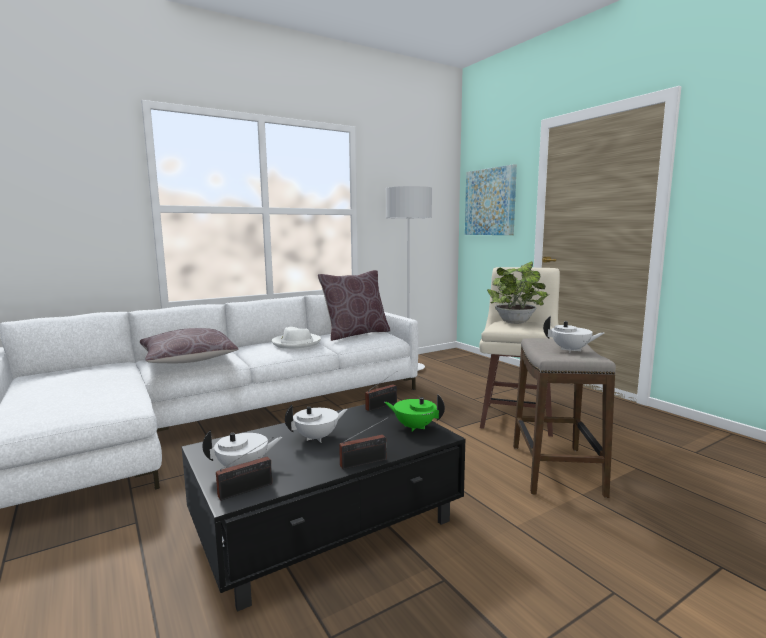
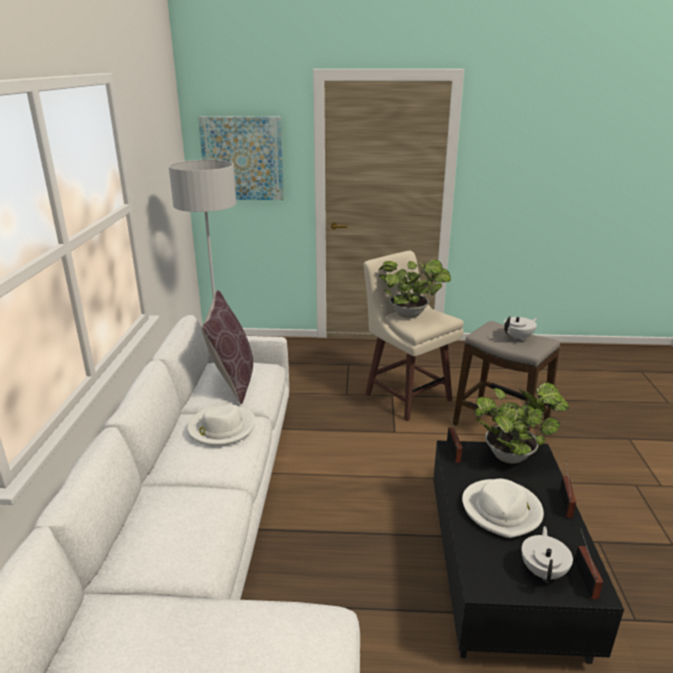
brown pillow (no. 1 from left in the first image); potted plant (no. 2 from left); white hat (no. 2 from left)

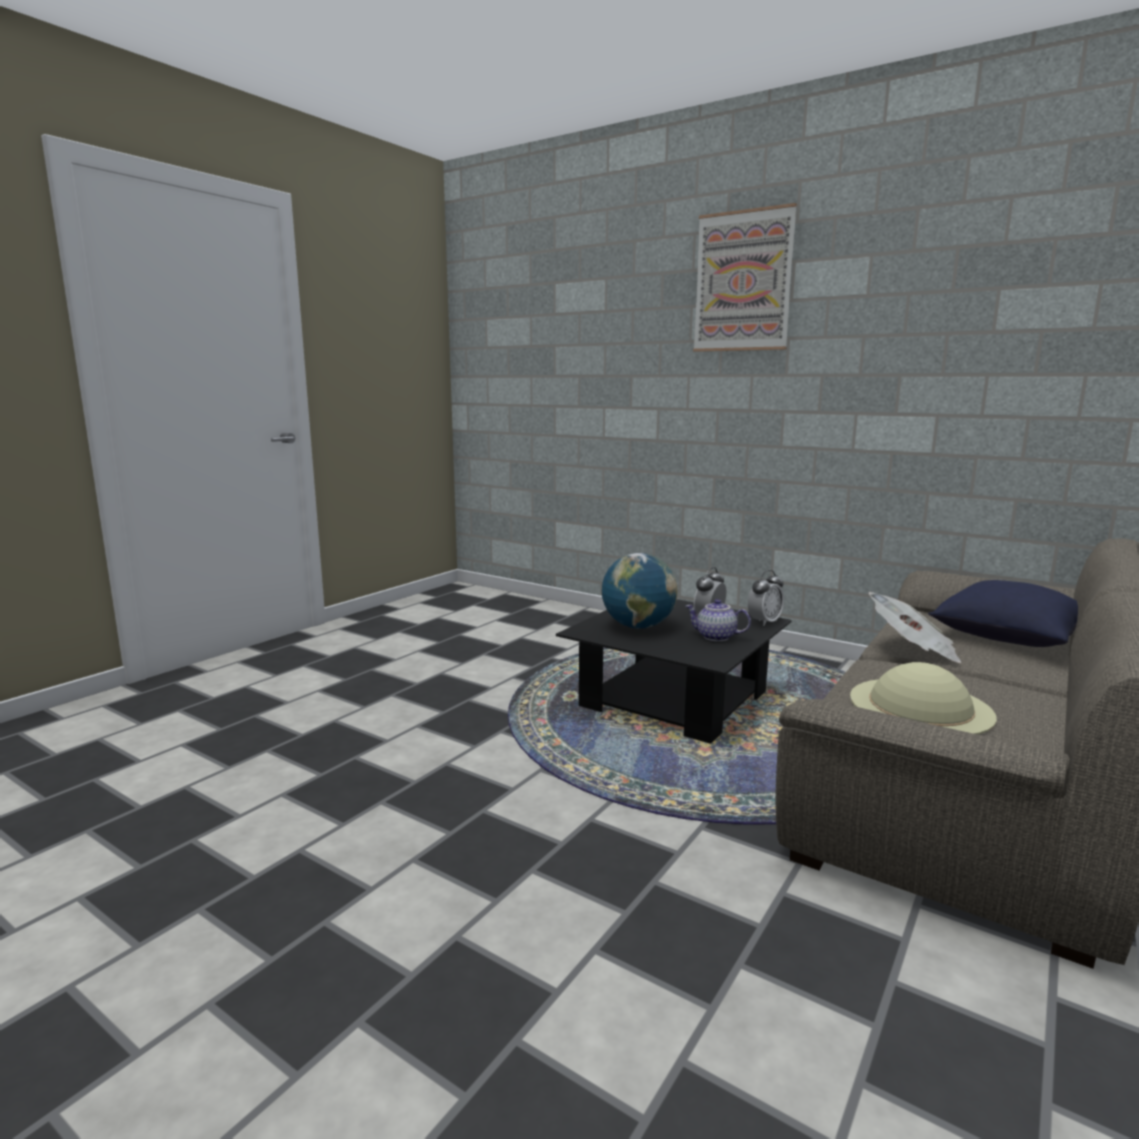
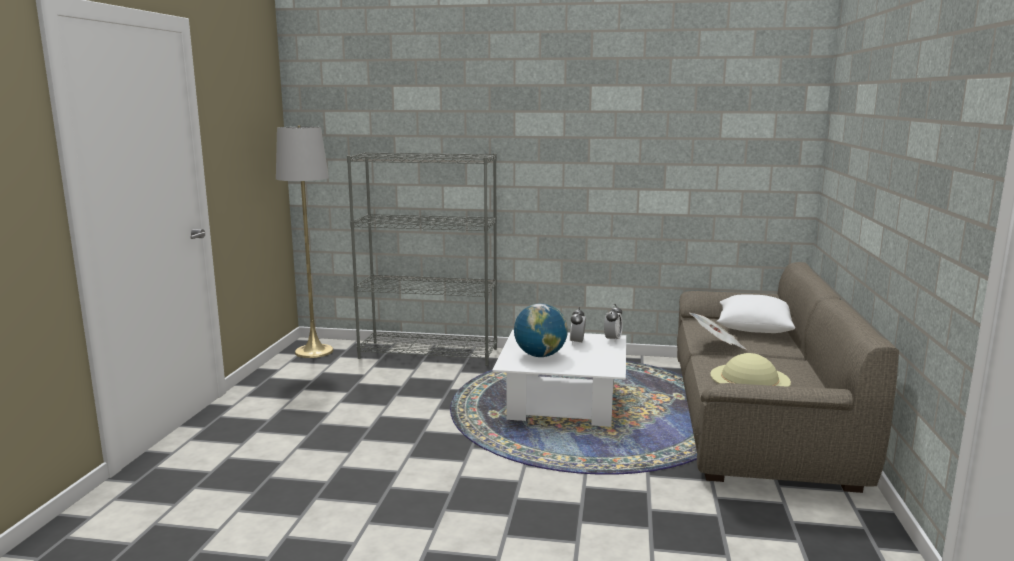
picture; white pillow; white coffee table; teapot; grey floor lamp; grey bookcase

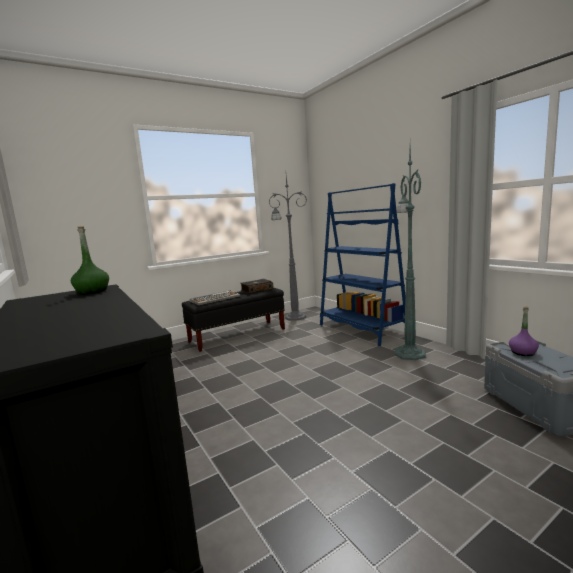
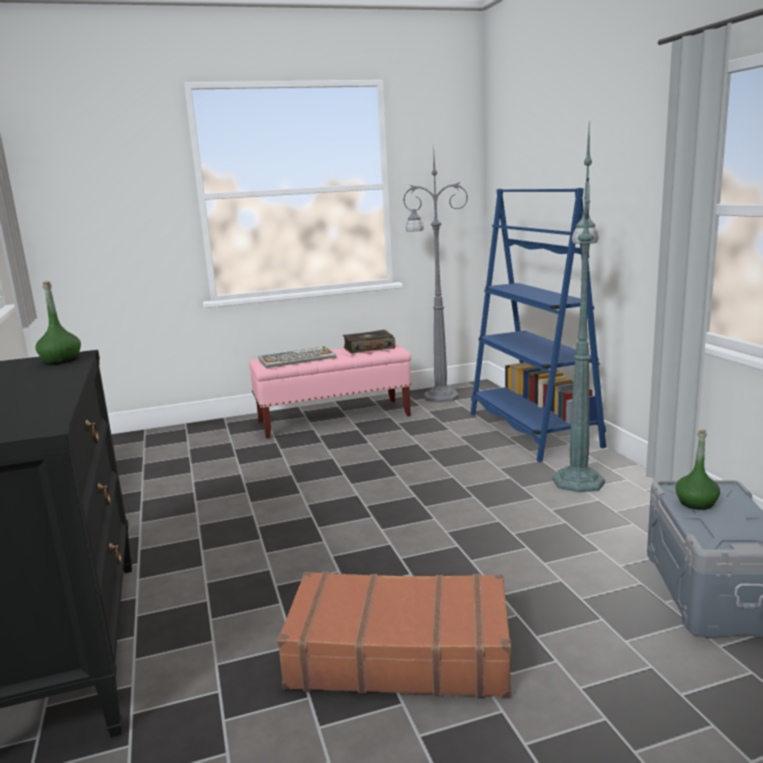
pink bench; green bottle (no. 2 from left); brown suitcase

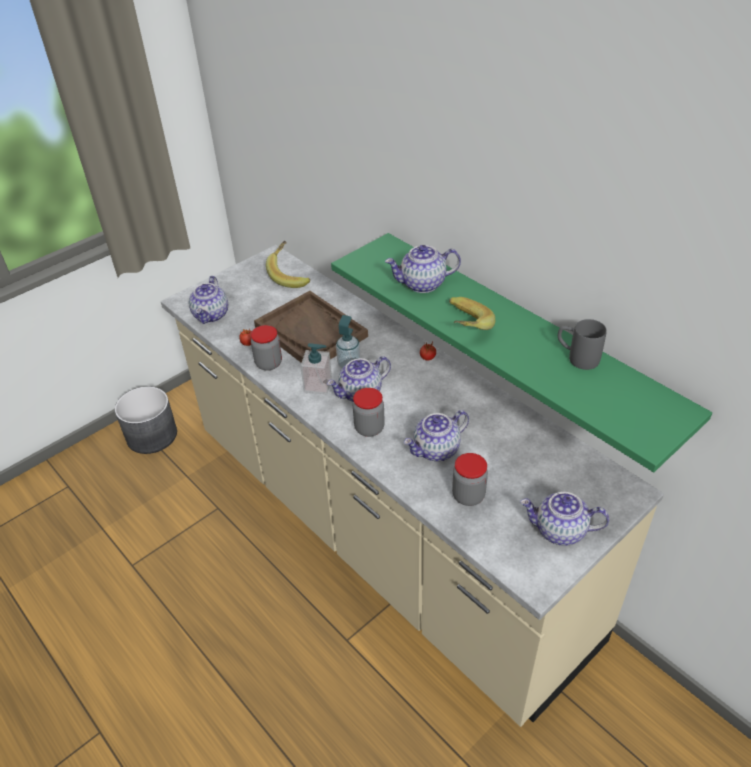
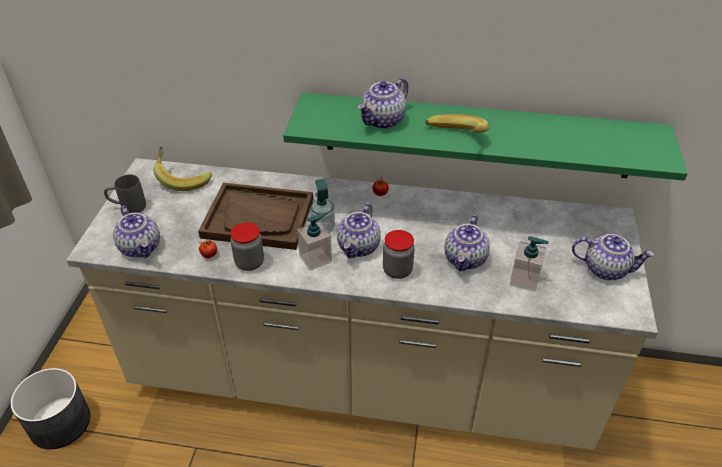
grey mug; soap dispenser (no. 3 from left); teapot (no. 5 from left)

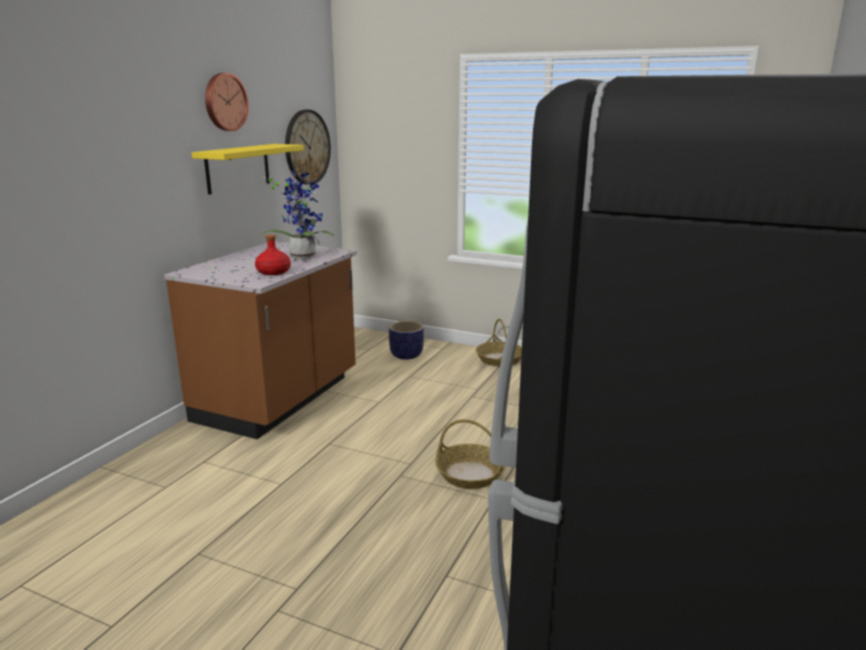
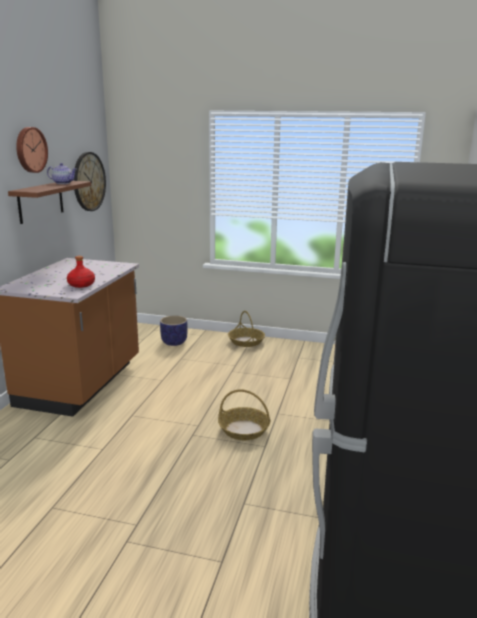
brown shelf; potted plant; teapot

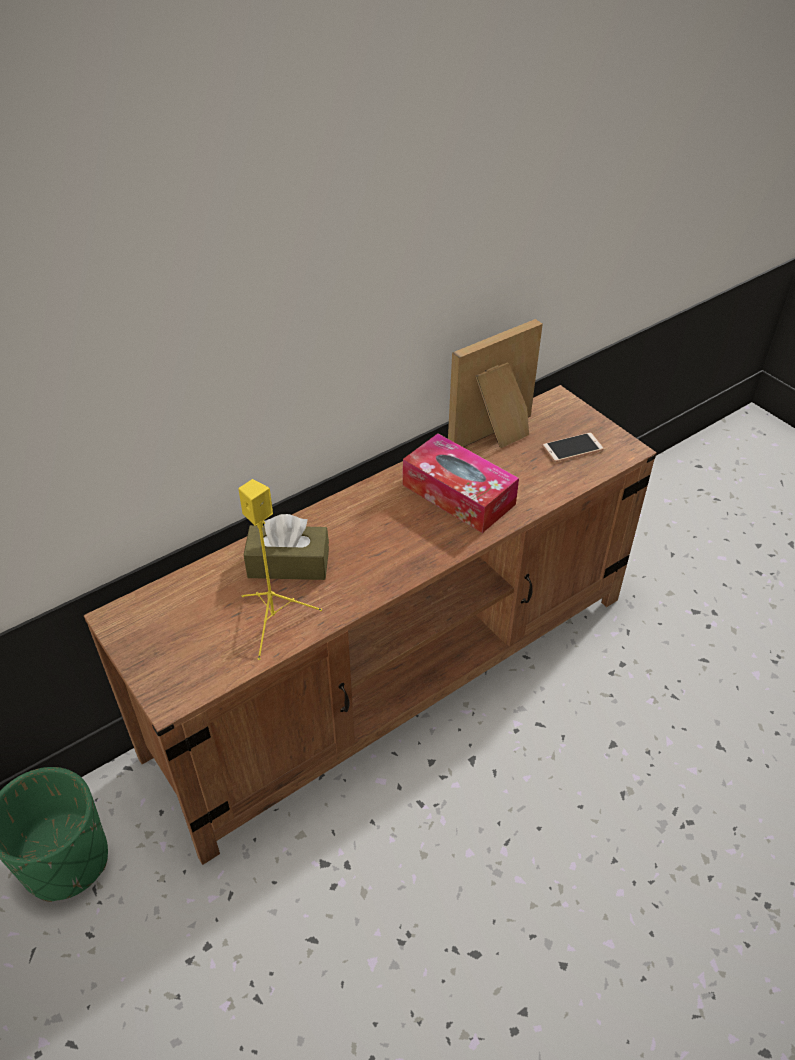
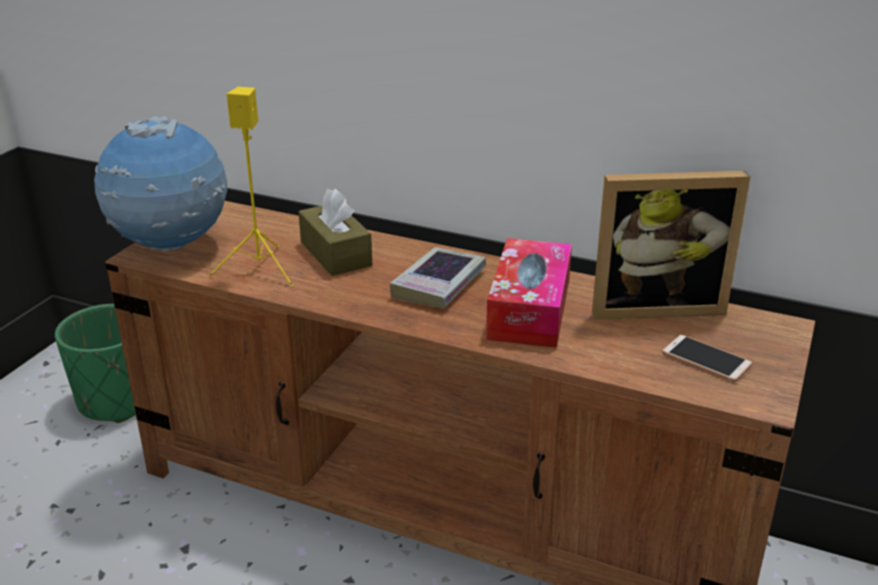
picture frame; globe; book

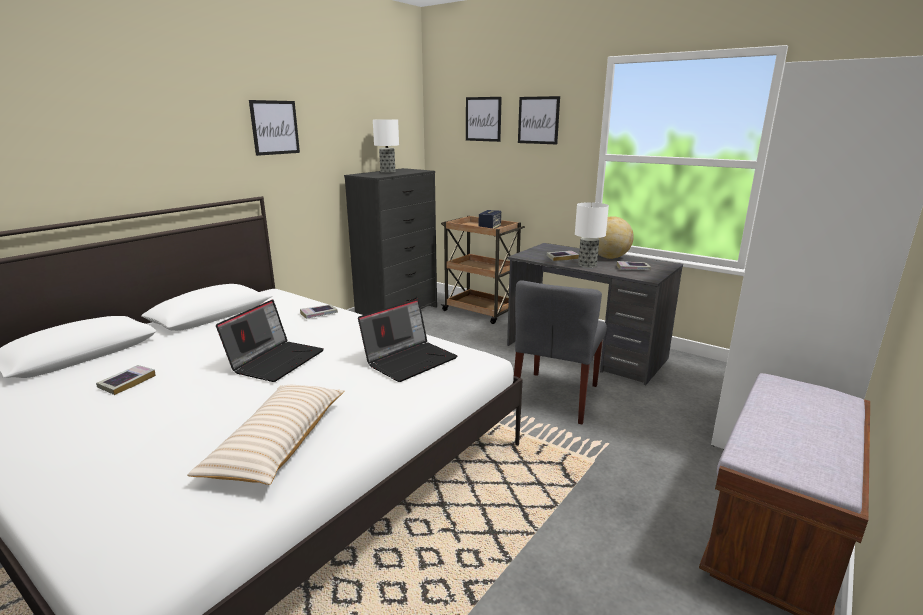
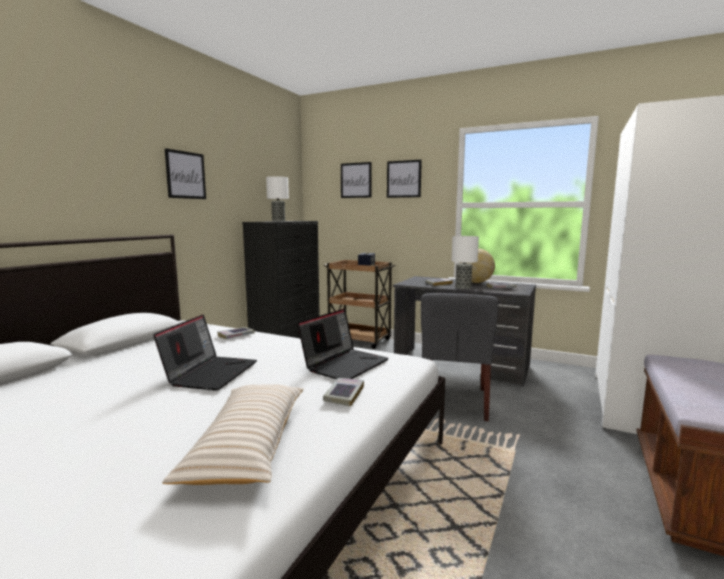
book (no. 2 from left)

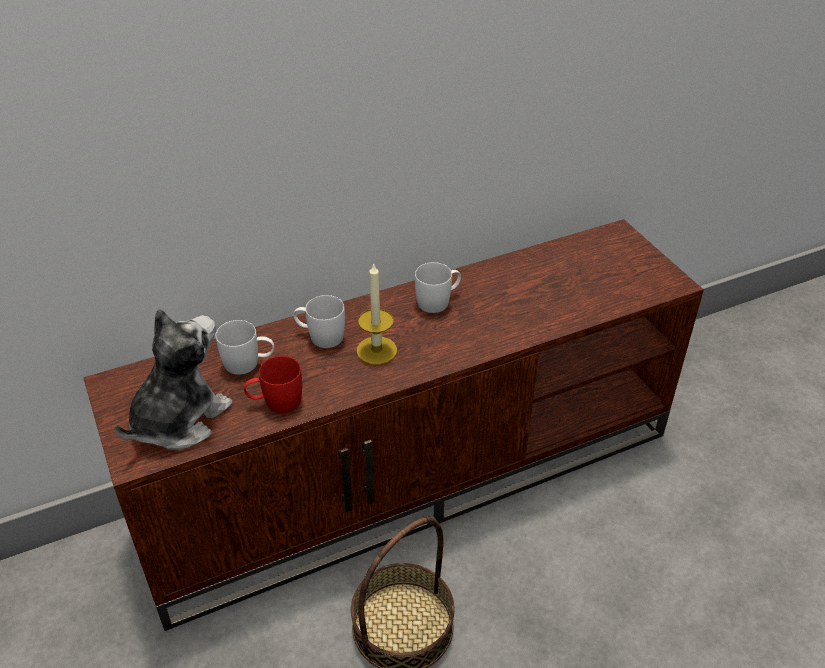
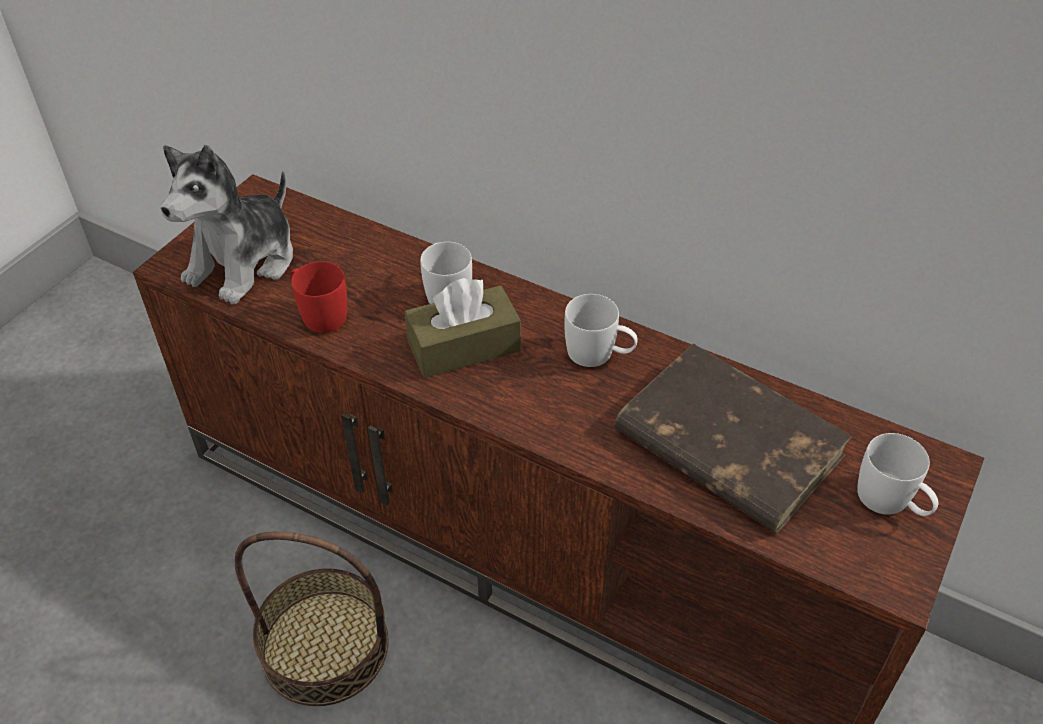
brown tissue box; plush toy; white mug (no. 3 from left); brown book

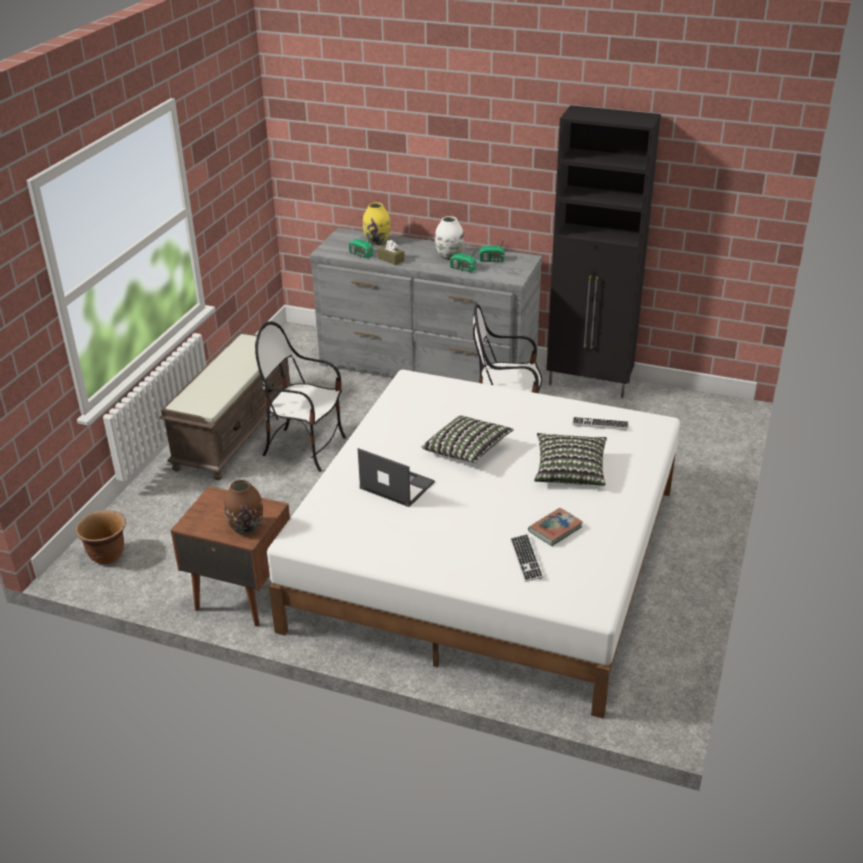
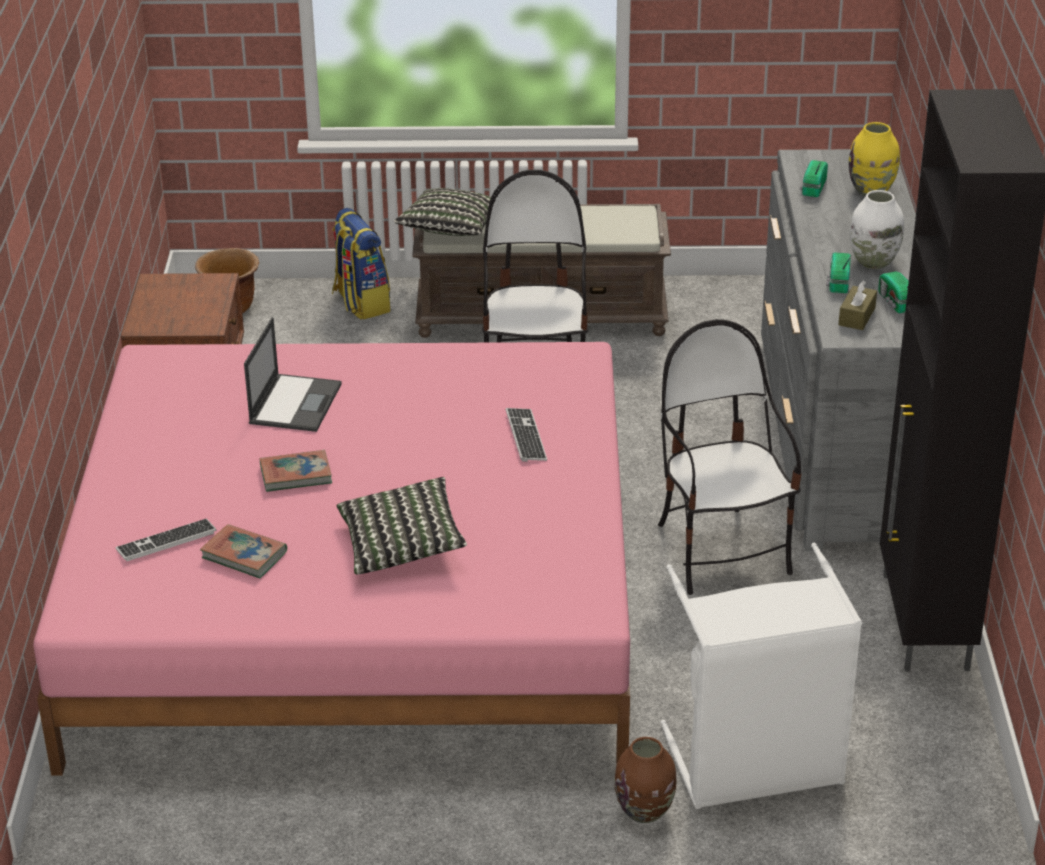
brown tissue box; pink bed; pillow (no. 2 from left); keyboard (no. 2 from left); brown vase; backpack; book (no. 2 from left); white laundry basket

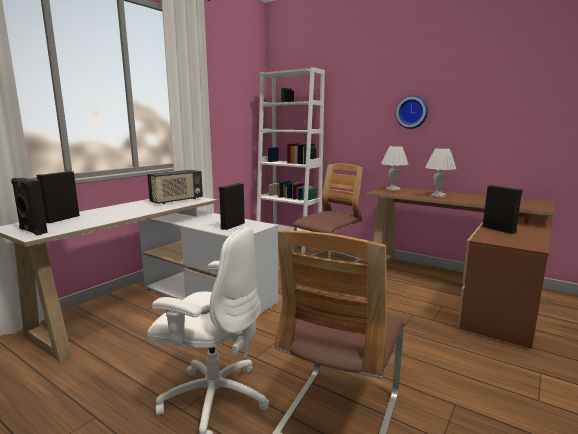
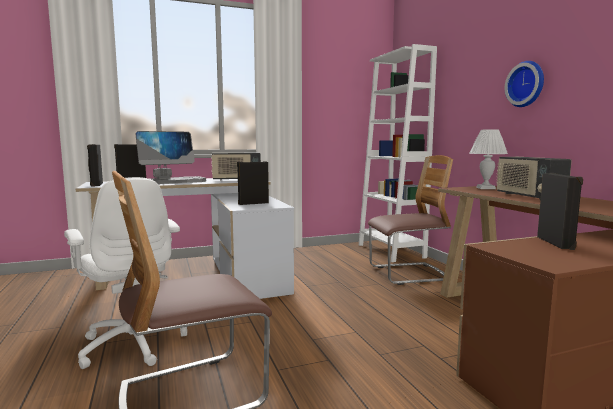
radio (no. 2 from left); monitor

